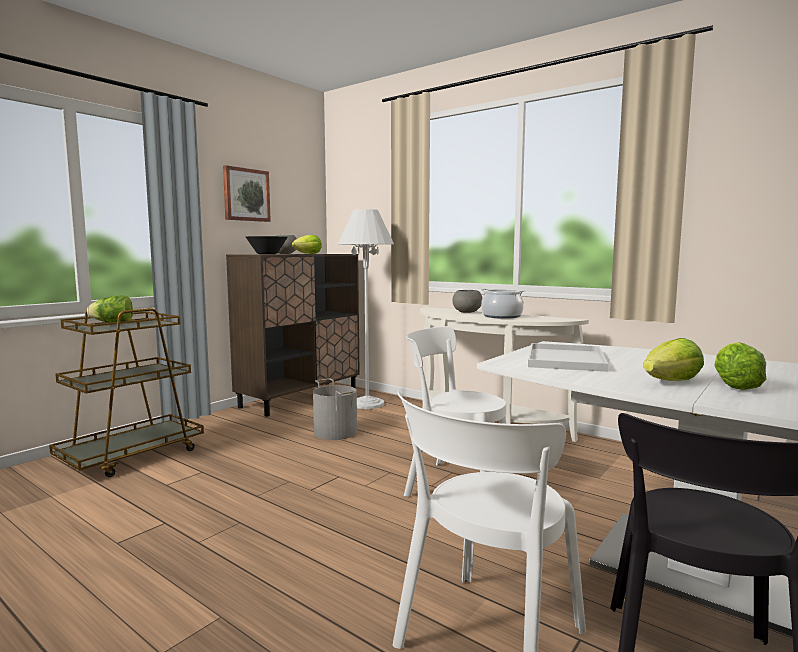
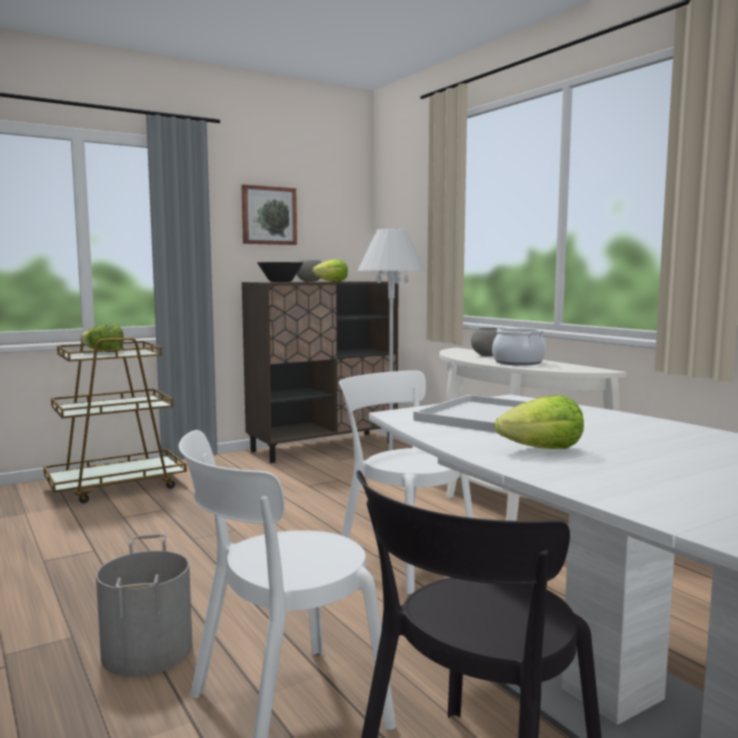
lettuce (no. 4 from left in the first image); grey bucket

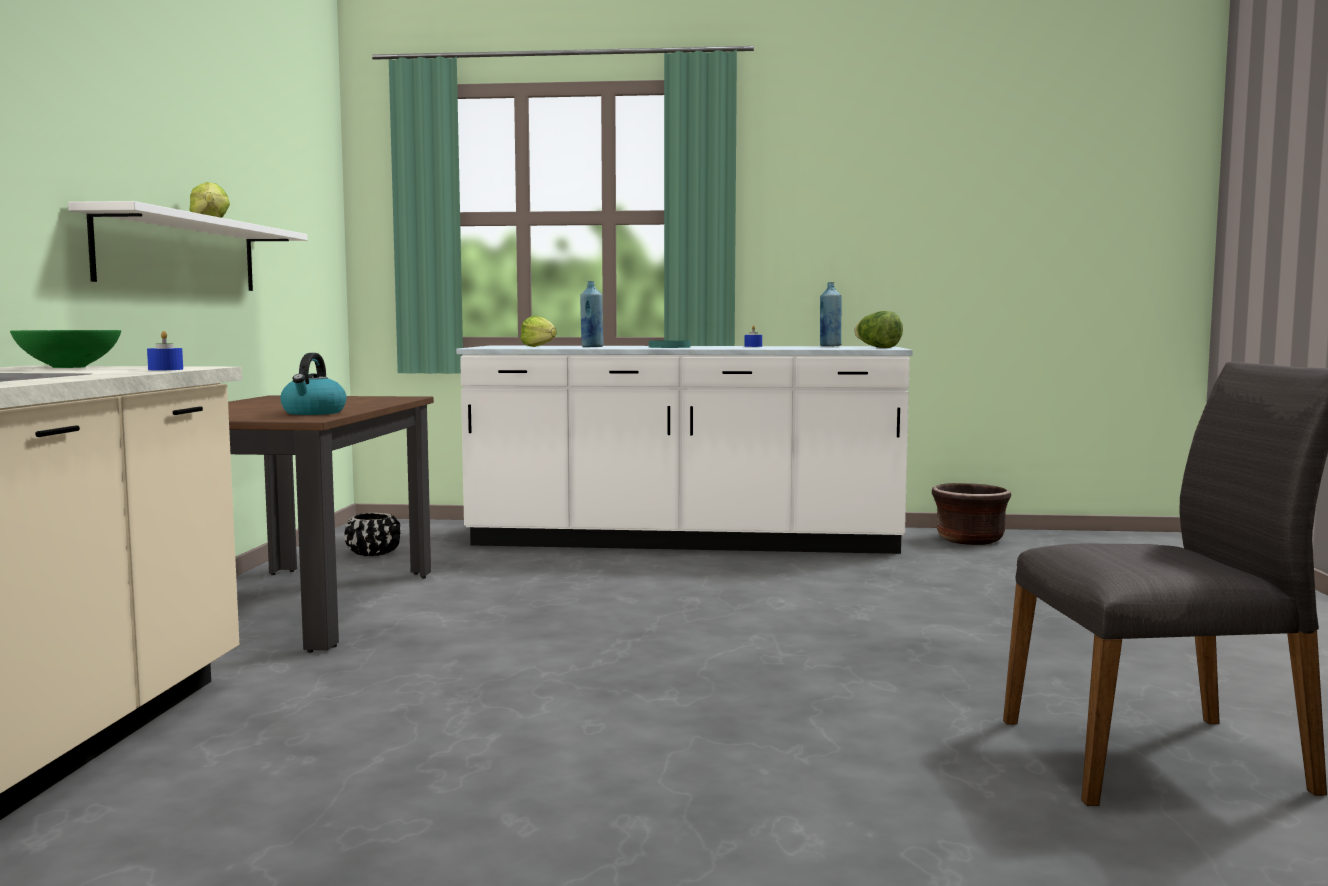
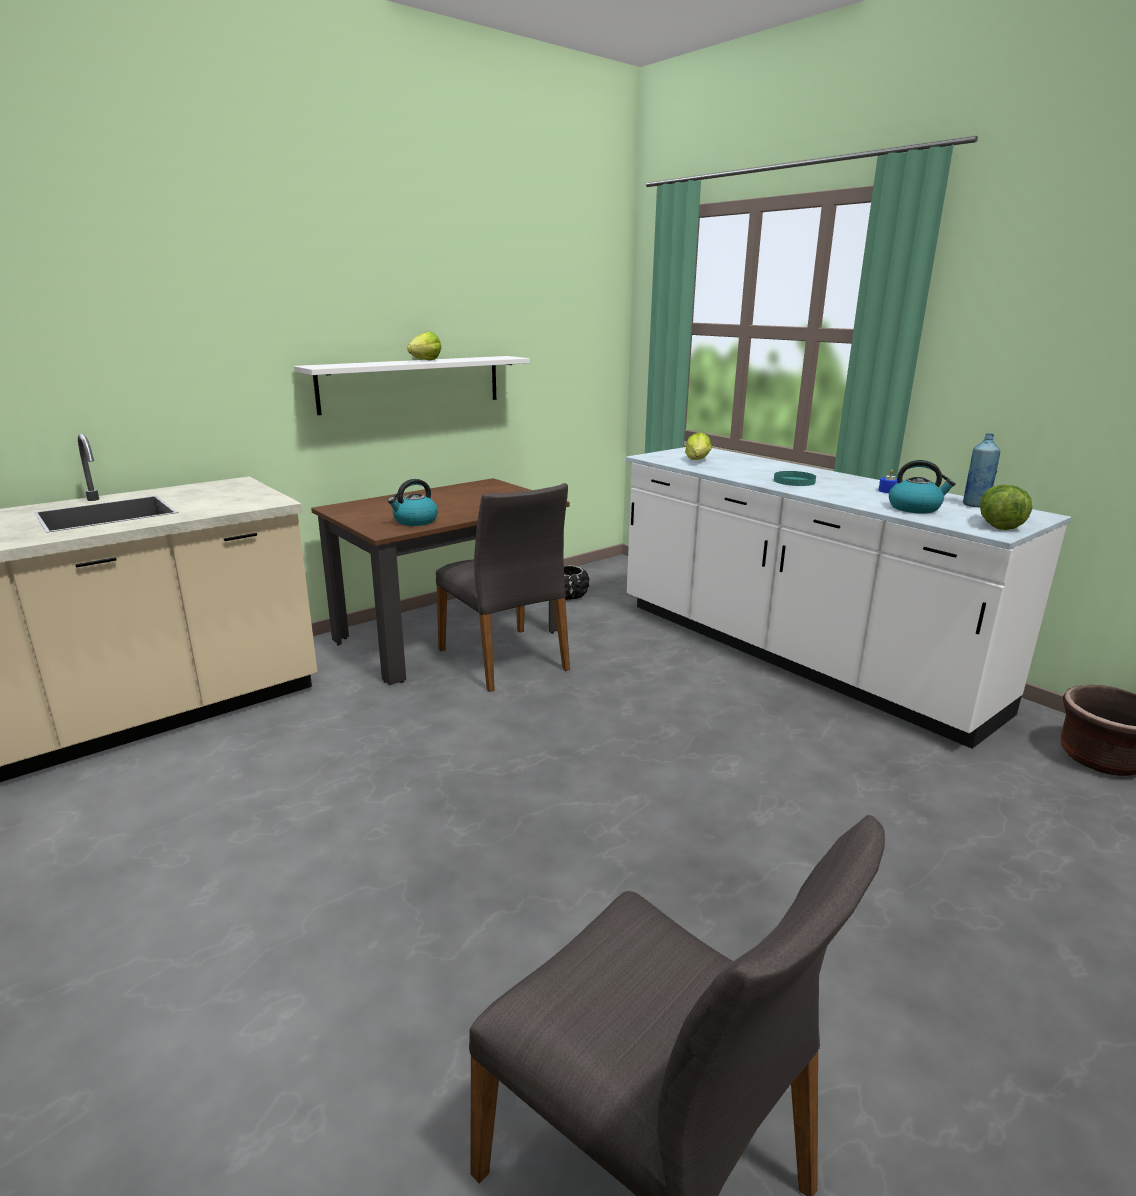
blue bottle (no. 1 from left in the first image); green bowl; blue candle (no. 1 from left in the first image); kettle (no. 2 from left); grey chair (no. 1 from left)

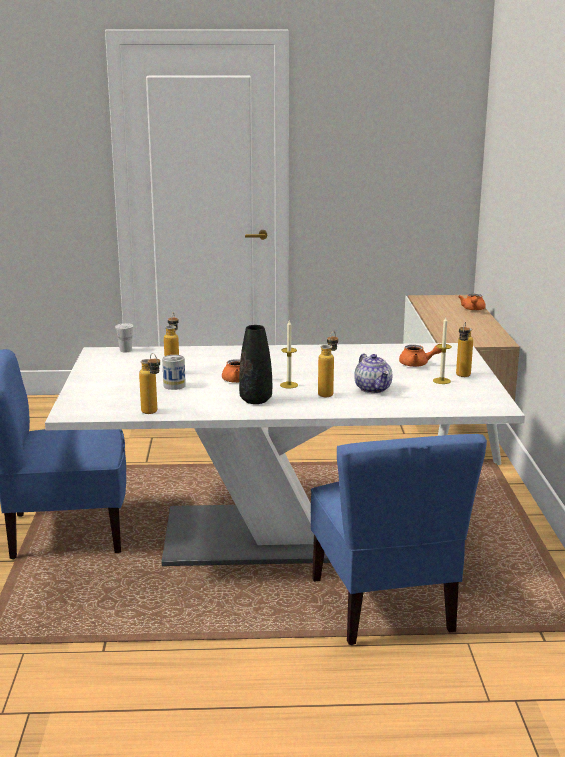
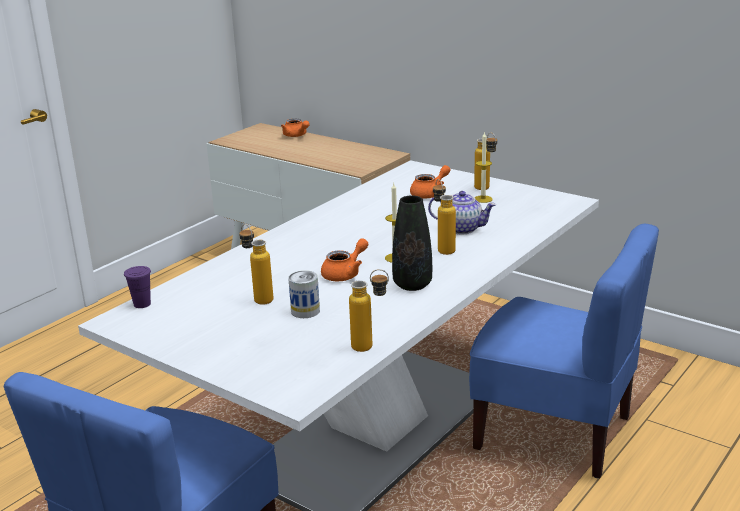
purple cup

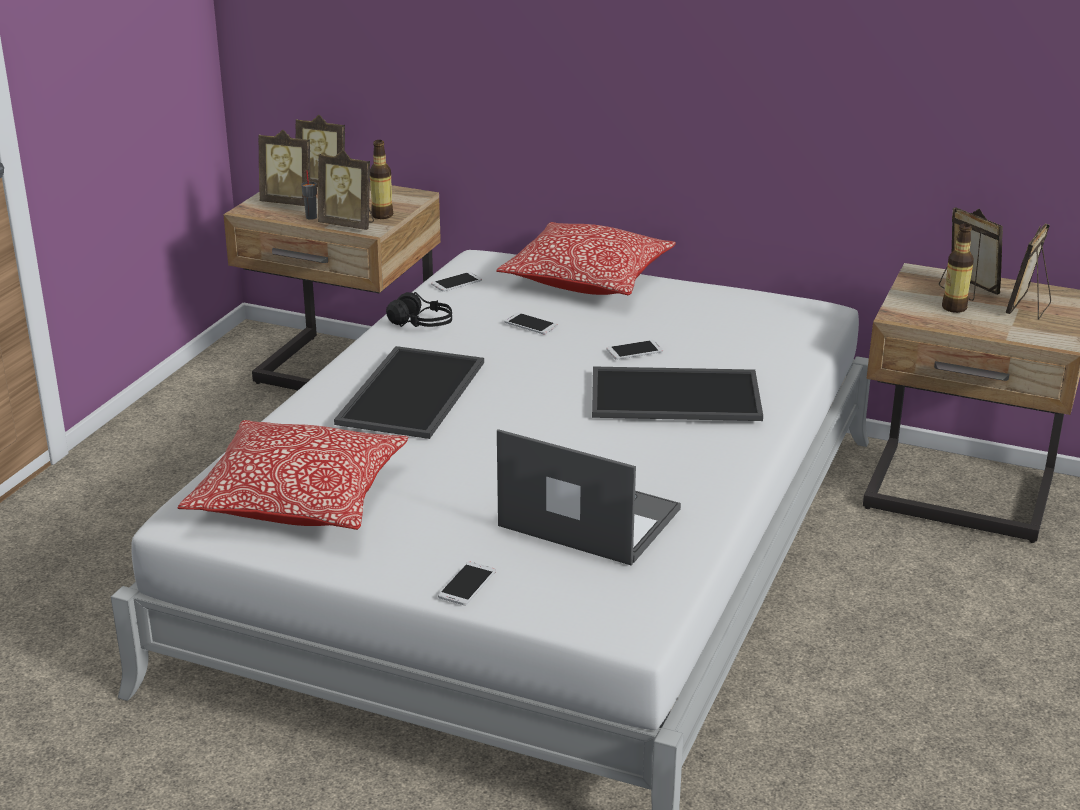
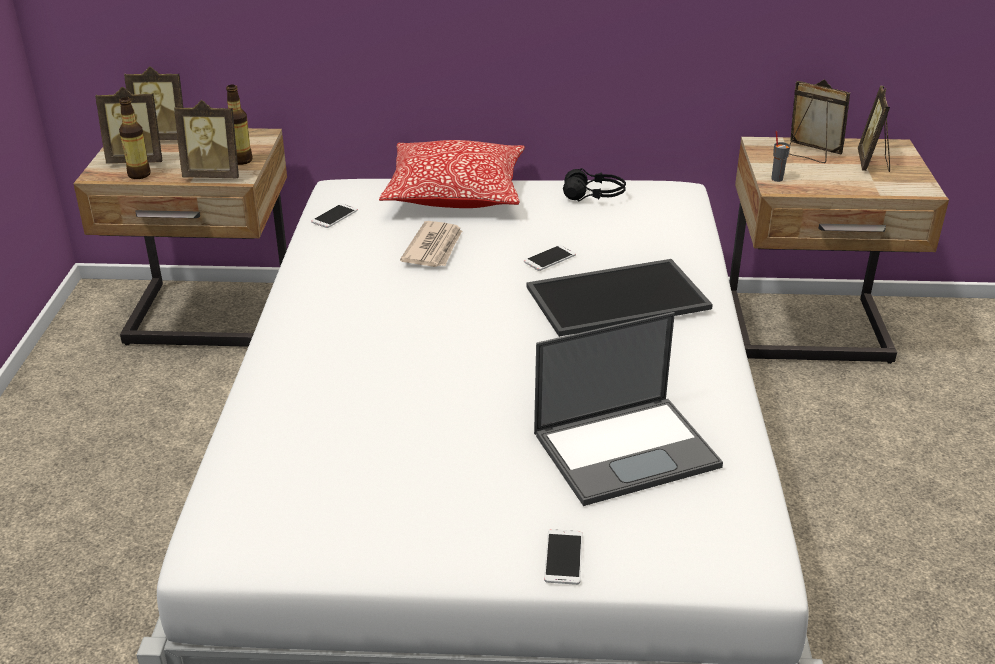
grey cup; bottle (no. 1 from left); black headphones; newspaper; tray (no. 1 from left in the first image); pillow (no. 1 from left in the first image); laptop

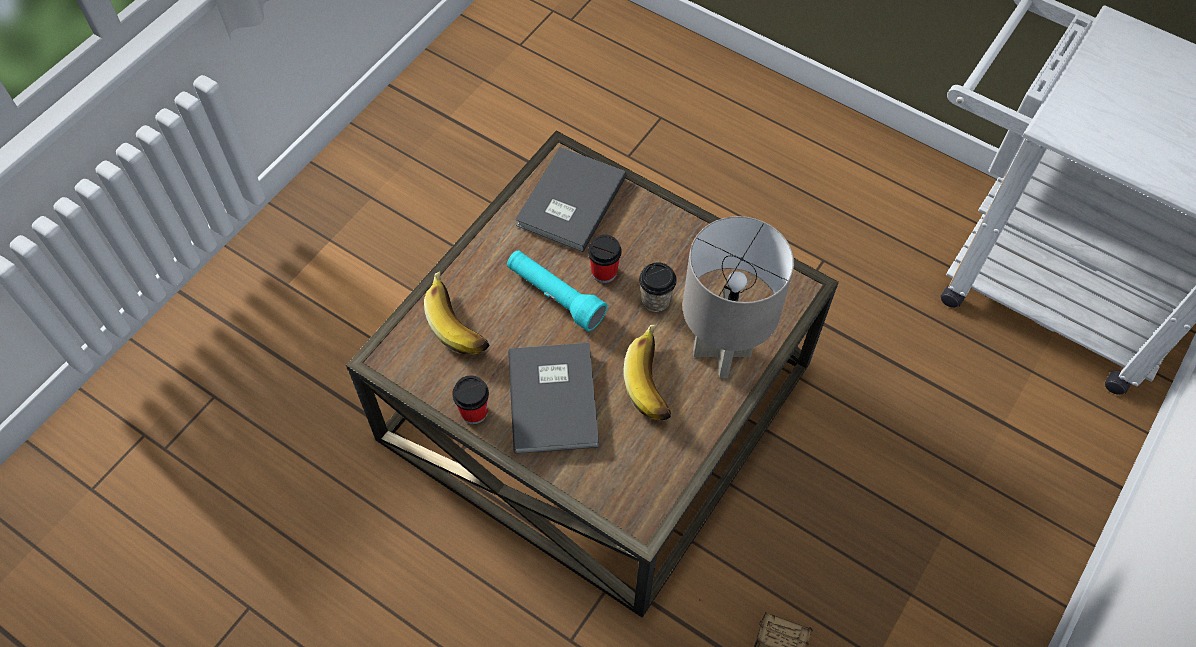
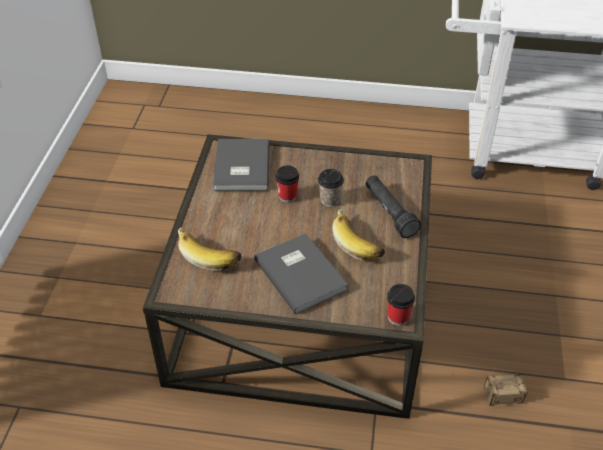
black flashlight; turquoise flashlight; cup (no. 3 from left)

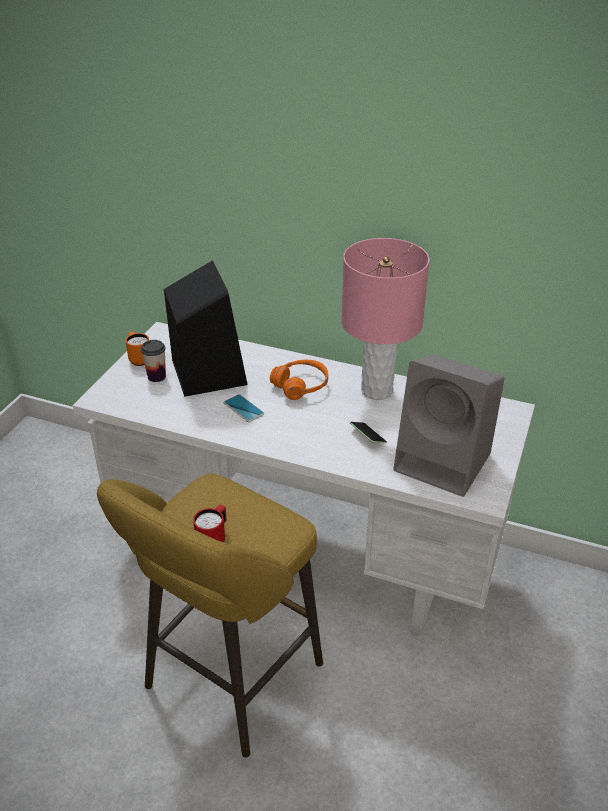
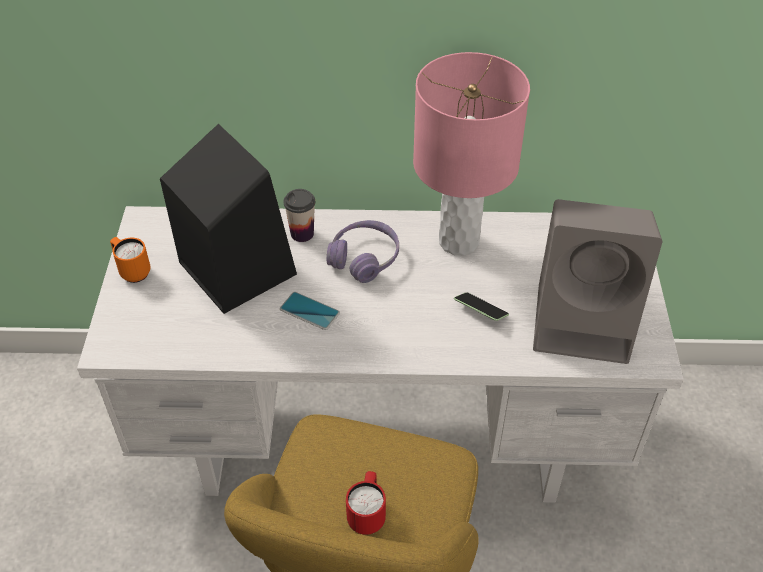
cup; purple headphones

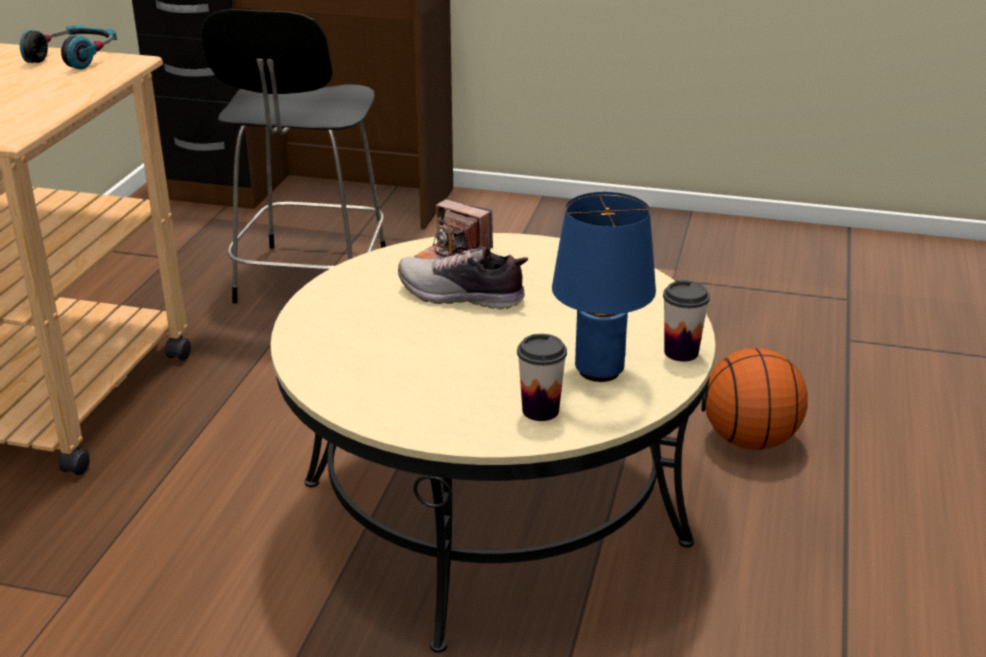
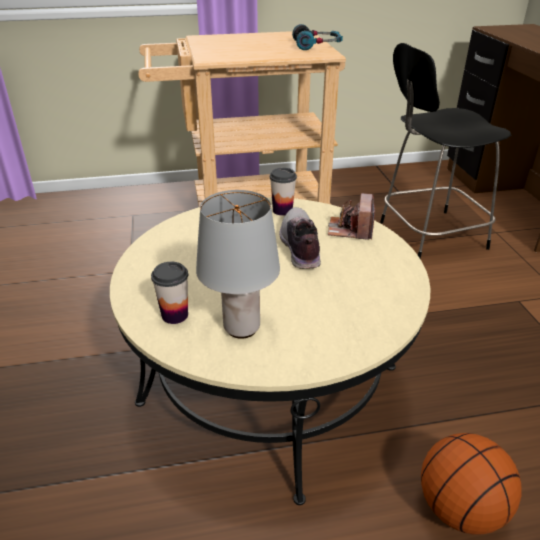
grey table lamp; cup (no. 2 from left)

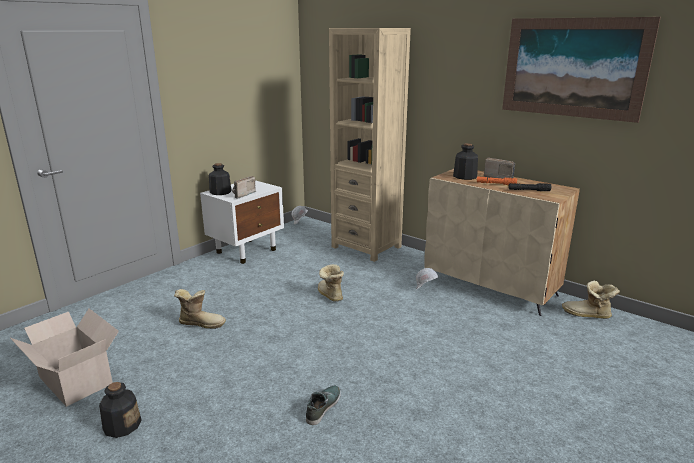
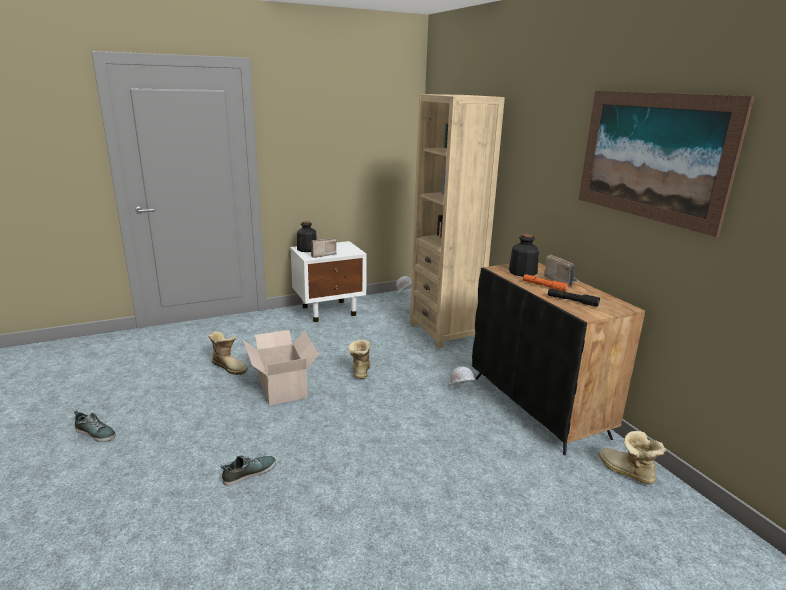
black cabinet; cardboard box; shoe (no. 1 from left)

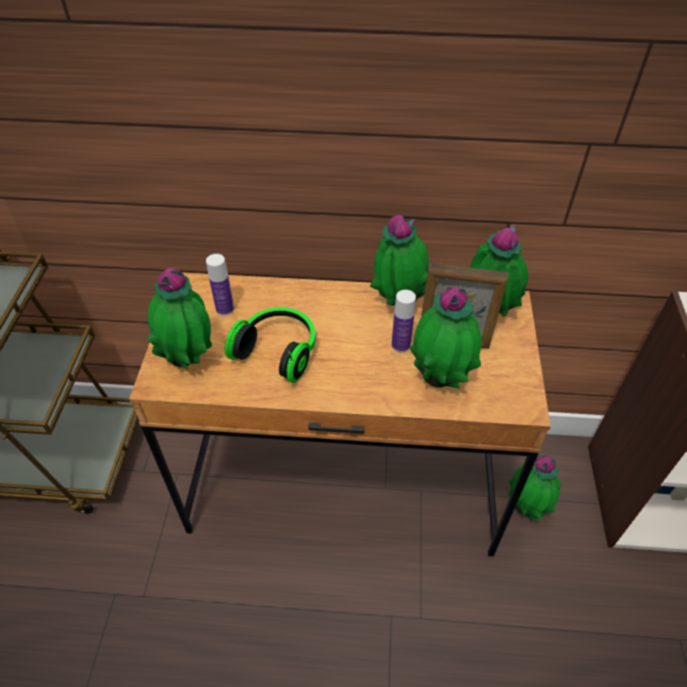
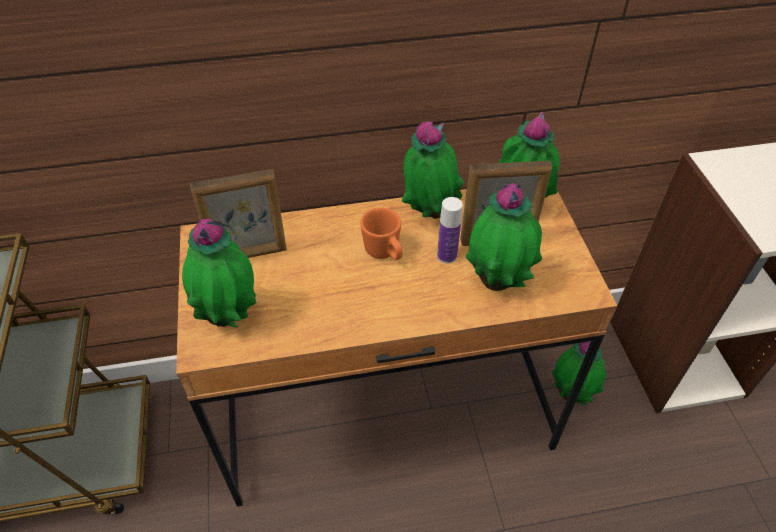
picture frame (no. 1 from left); headphones; orange mug

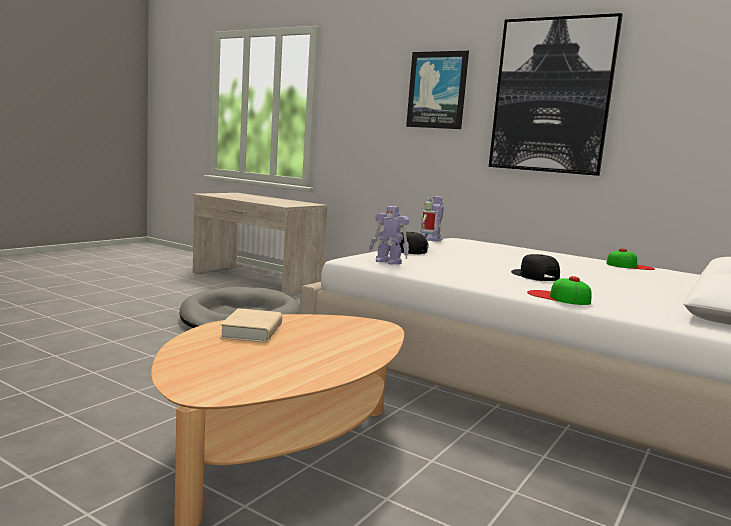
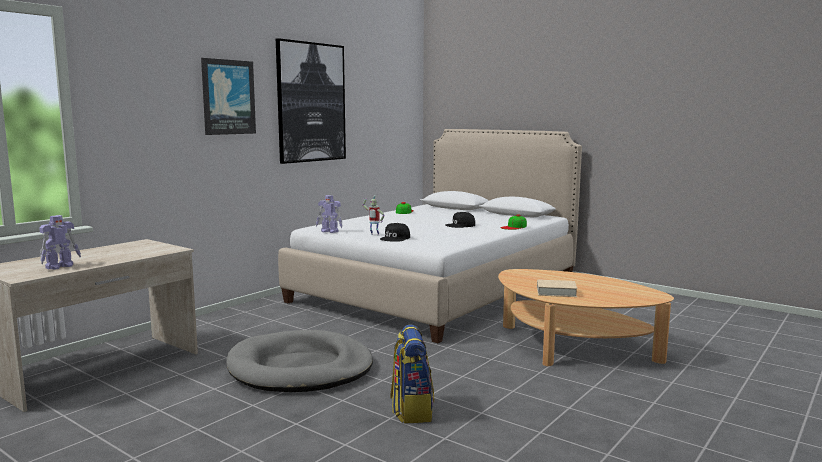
toy robot (no. 1 from left); backpack

